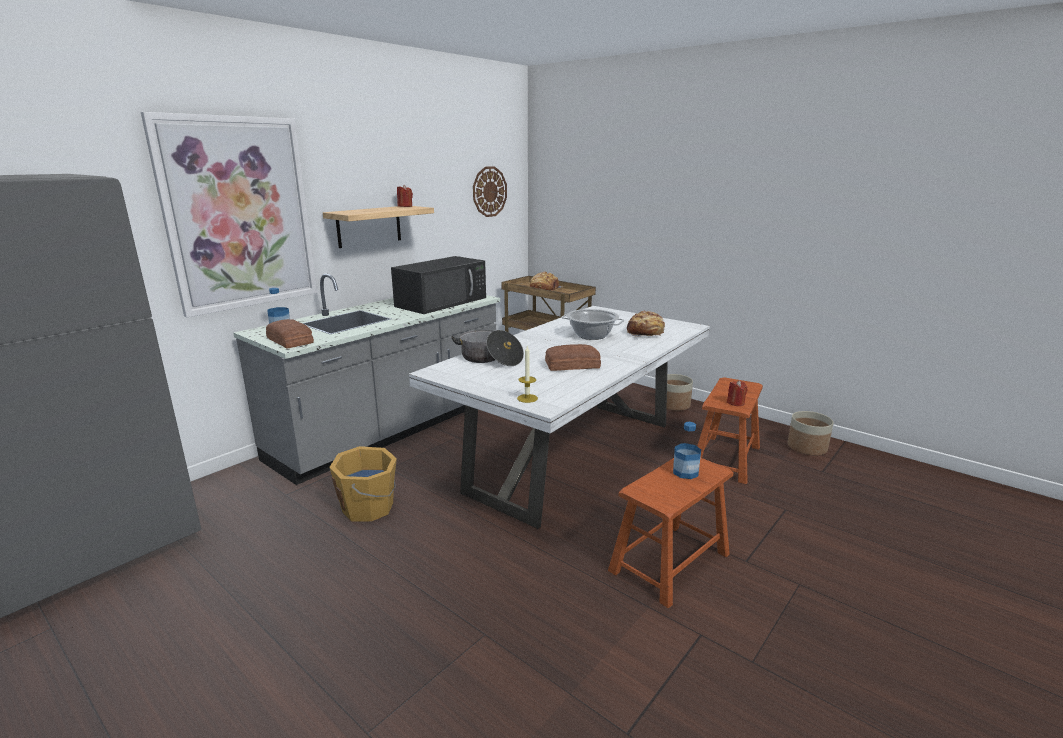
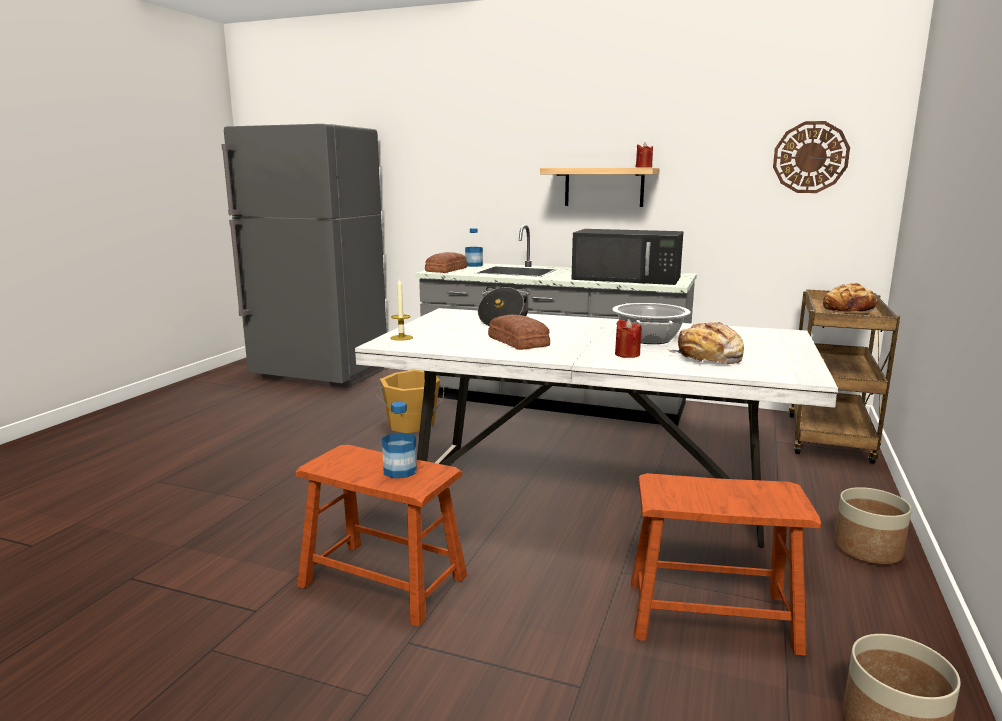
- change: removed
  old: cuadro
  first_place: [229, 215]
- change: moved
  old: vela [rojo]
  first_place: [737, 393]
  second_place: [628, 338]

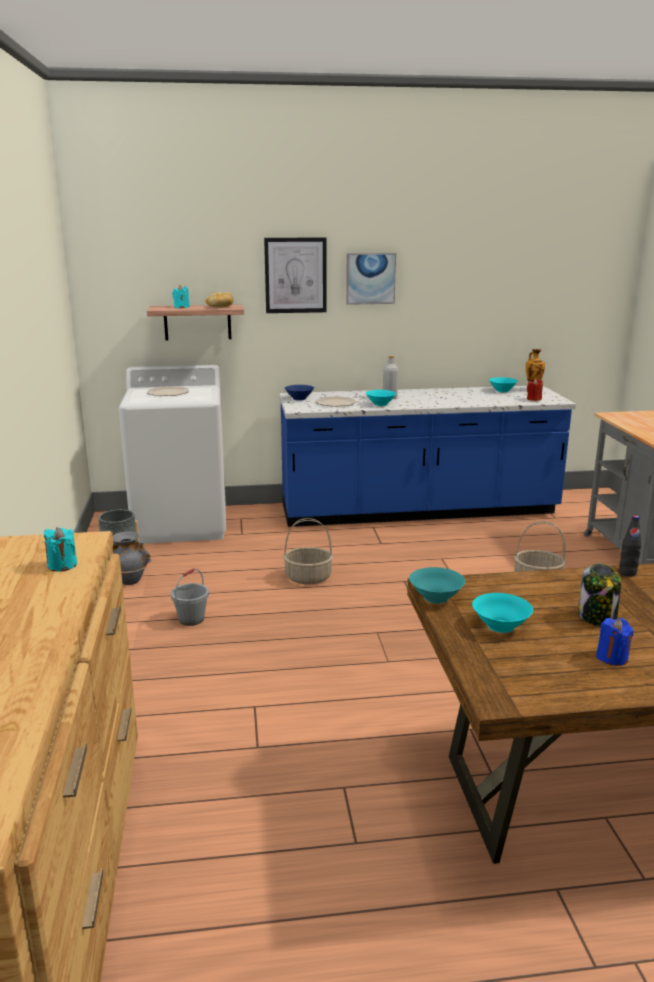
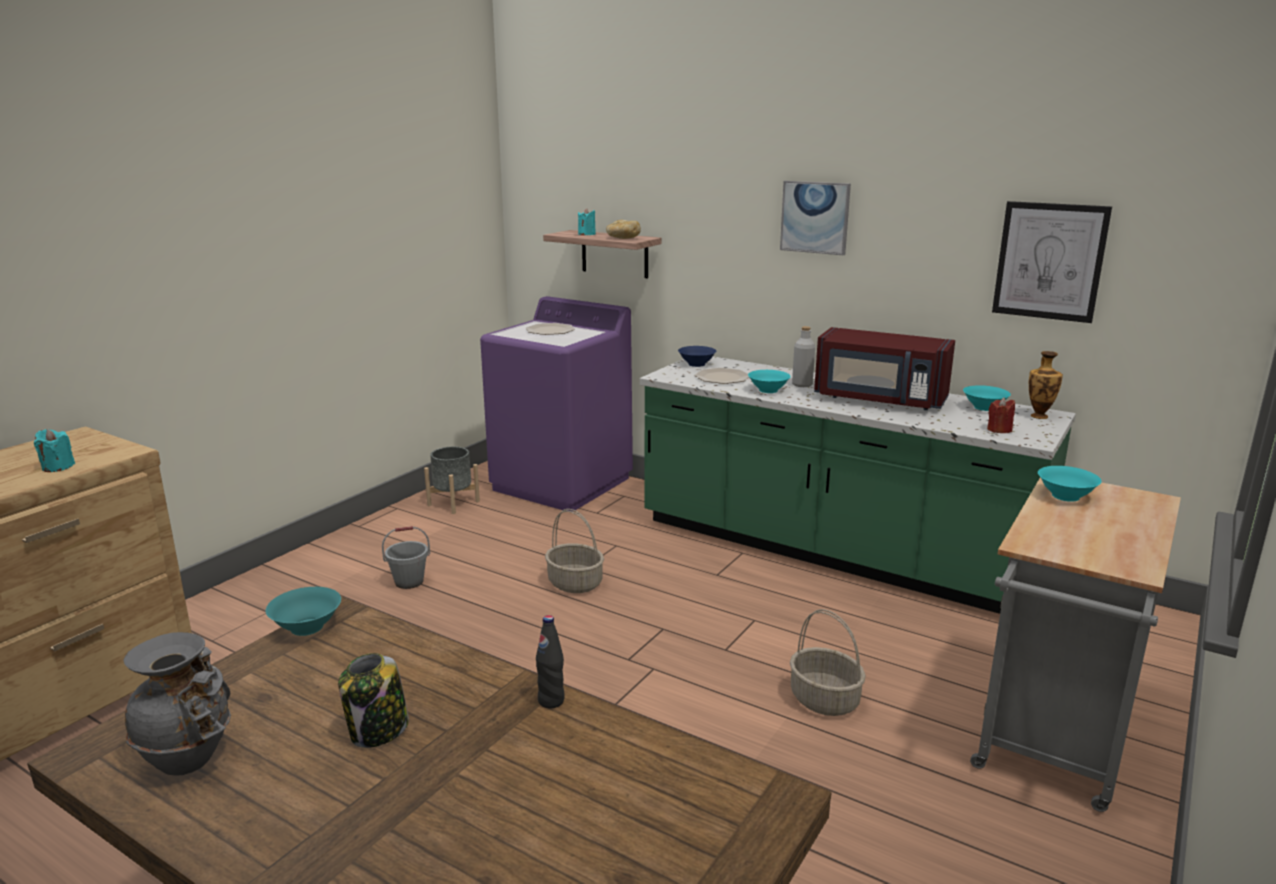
- change: moved
  old: florero [gris]
  first_place: [131, 558]
  second_place: [177, 704]
- change: recoloured
  old: lavadora [blanco]
  new: lavadora [morado]
  first_place: [172, 454]
  second_place: [556, 404]
- change: moved
  old: cuadro
  first_place: [295, 275]
  second_place: [1052, 262]
- change: recoloured
  old: mueble bajo de cocina [azul]
  new: mueble bajo de cocina [verde]
  first_place: [427, 456]
  second_place: [858, 485]
- change: moved
  old: cuenco [turquesa]
  first_place: [502, 613]
  second_place: [1070, 484]
- change: removed
  old: vela [azul]
  first_place: [615, 642]
- change: added
  new: microondas [rojo]
  second_place: [884, 368]

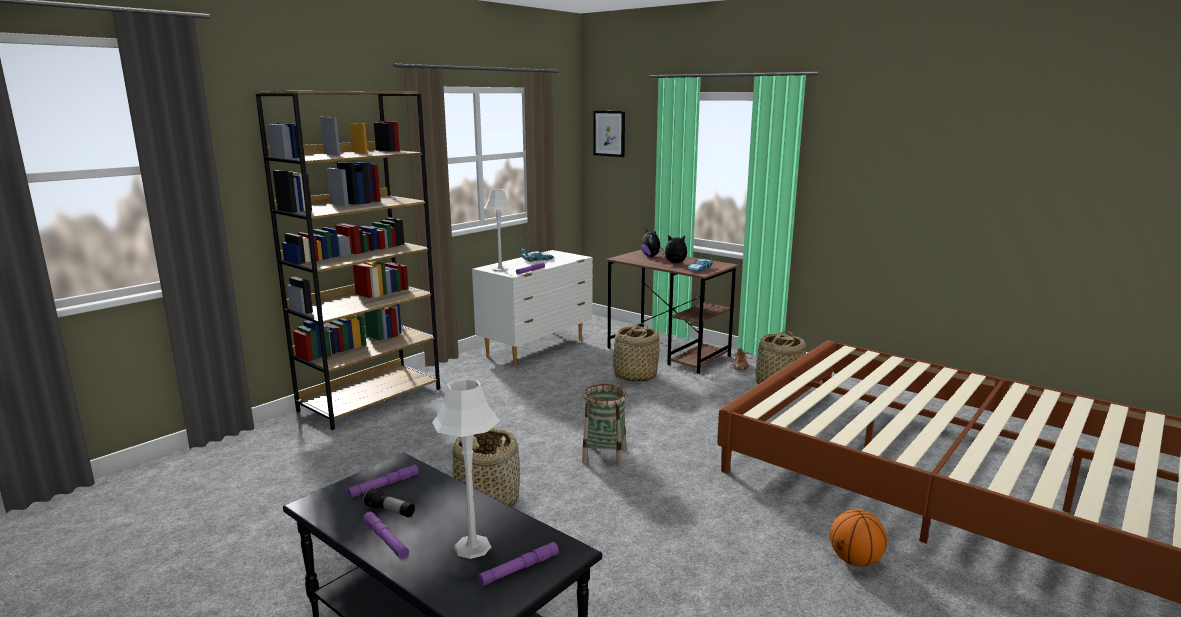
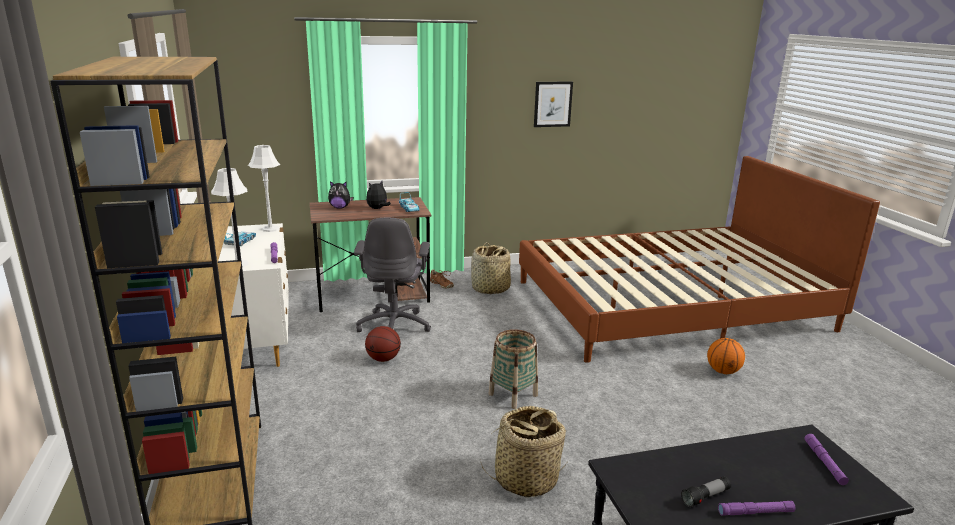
- change: removed
  old: linterna [morado]
  first_place: [383, 481]
- change: moved
  old: lámpara de mesa [gris]
  first_place: [466, 468]
  second_place: [264, 188]
- change: moved
  old: cuadro
  first_place: [609, 134]
  second_place: [553, 104]
- change: replaced
  old: cesta
  new: silla de oficina [gris]
  first_place: [636, 352]
  second_place: [392, 275]
- change: added
  new: balón de baloncesto
  second_place: [383, 344]

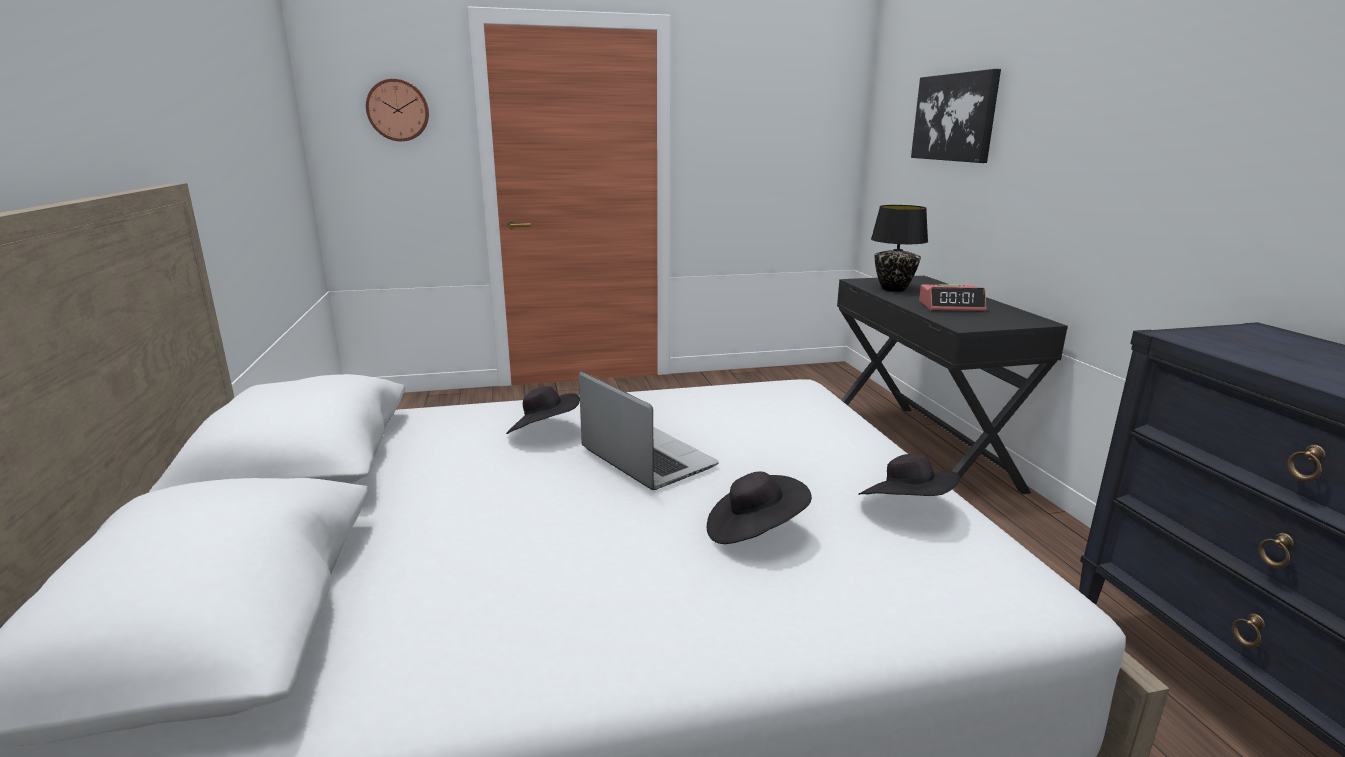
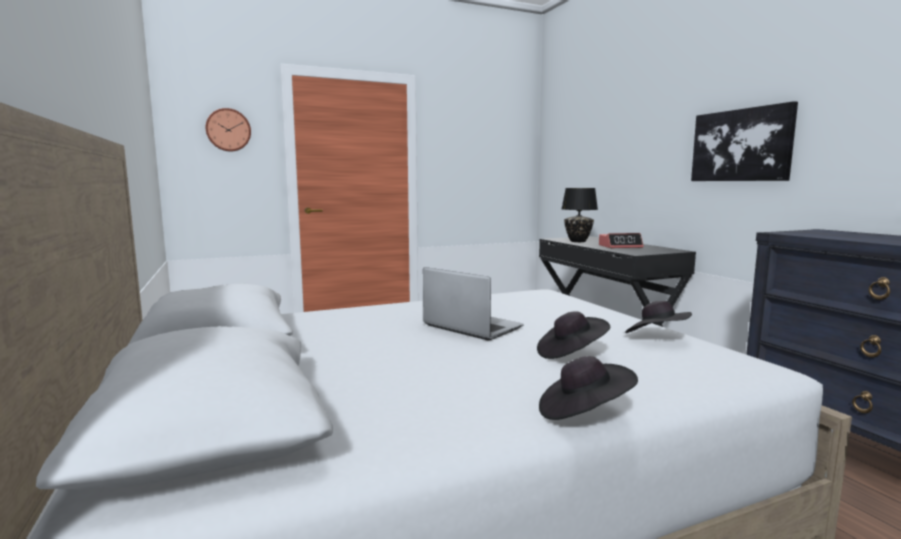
- change: moved
  old: sombrero [negro]
  first_place: [543, 410]
  second_place: [588, 388]
- change: moved
  old: cuadro
  first_place: [956, 116]
  second_place: [744, 141]

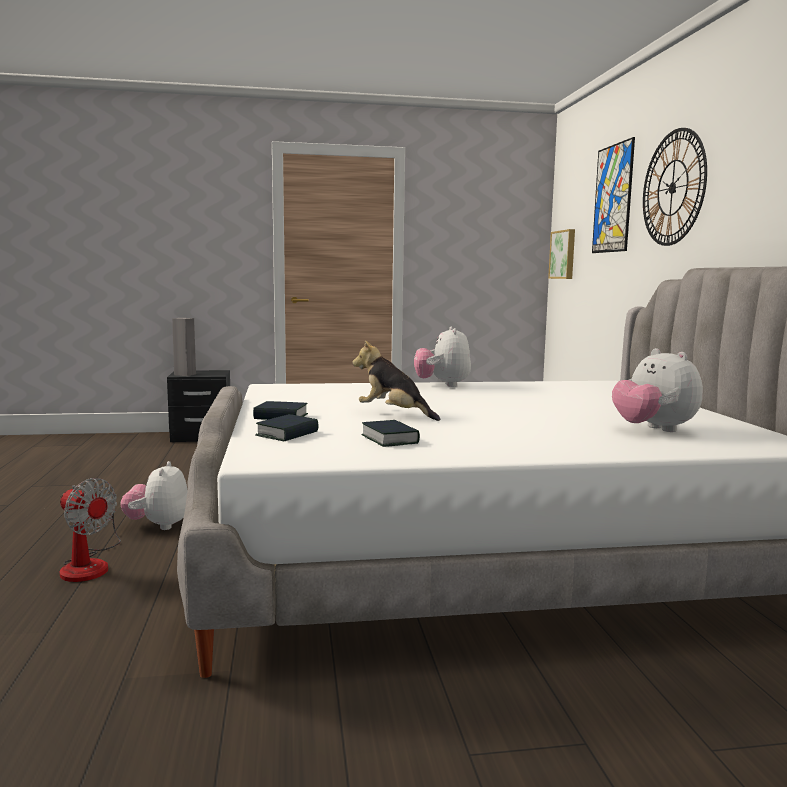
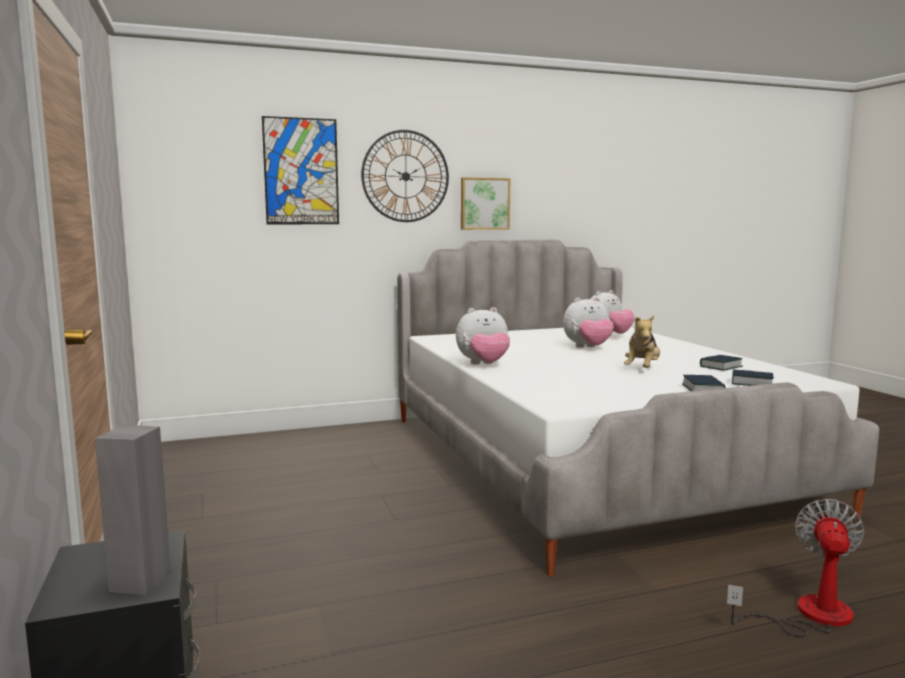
- change: moved
  old: peluche
  first_place: [153, 495]
  second_place: [588, 322]
- change: moved
  old: cuadro
  first_place: [561, 254]
  second_place: [485, 203]

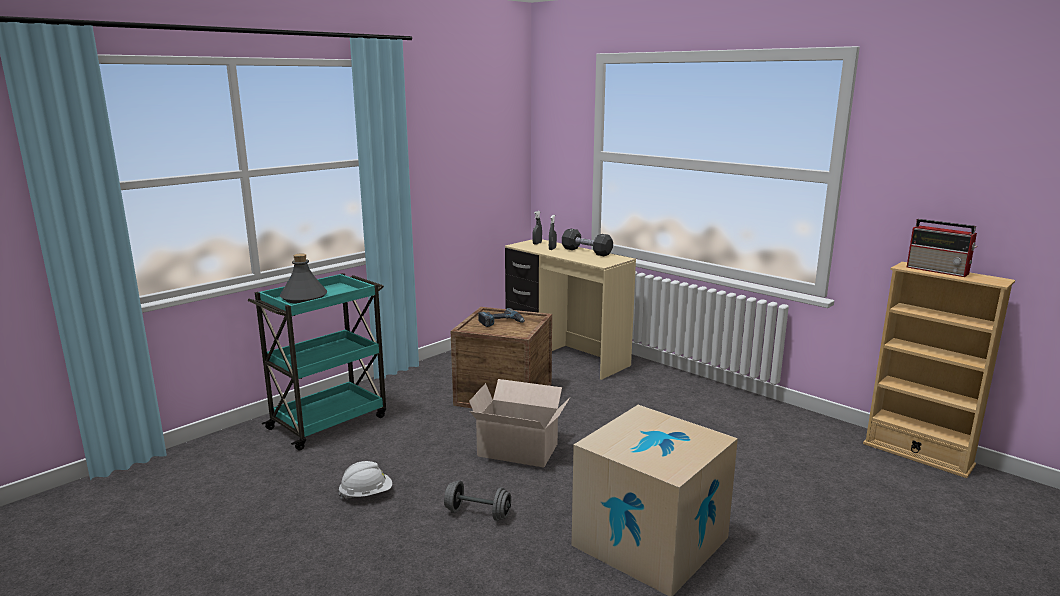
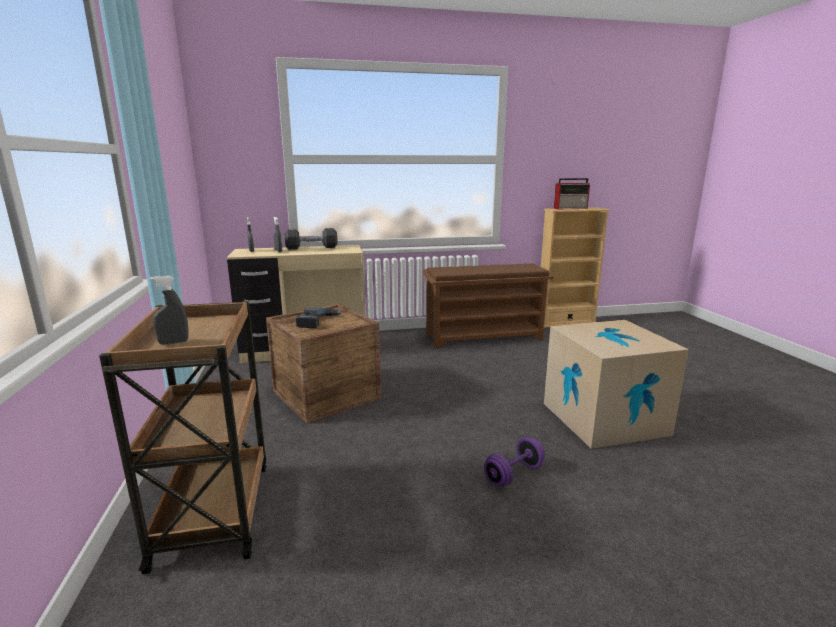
- change: recoloured
  old: carrito [turquesa]
  new: carrito [marrón]
  first_place: [316, 361]
  second_place: [183, 437]
- change: replaced
  old: botella [gris]
  new: pulverizador [gris]
  first_place: [303, 279]
  second_place: [169, 310]
- change: removed
  old: casco [blanco]
  first_place: [365, 480]
- change: recoloured
  old: mancuerna [gris]
  new: mancuerna [morado]
  first_place: [477, 500]
  second_place: [514, 461]
- change: removed
  old: caja de cartón
  first_place: [519, 423]
- change: added
  new: zapatero [marrón]
  second_place: [488, 305]

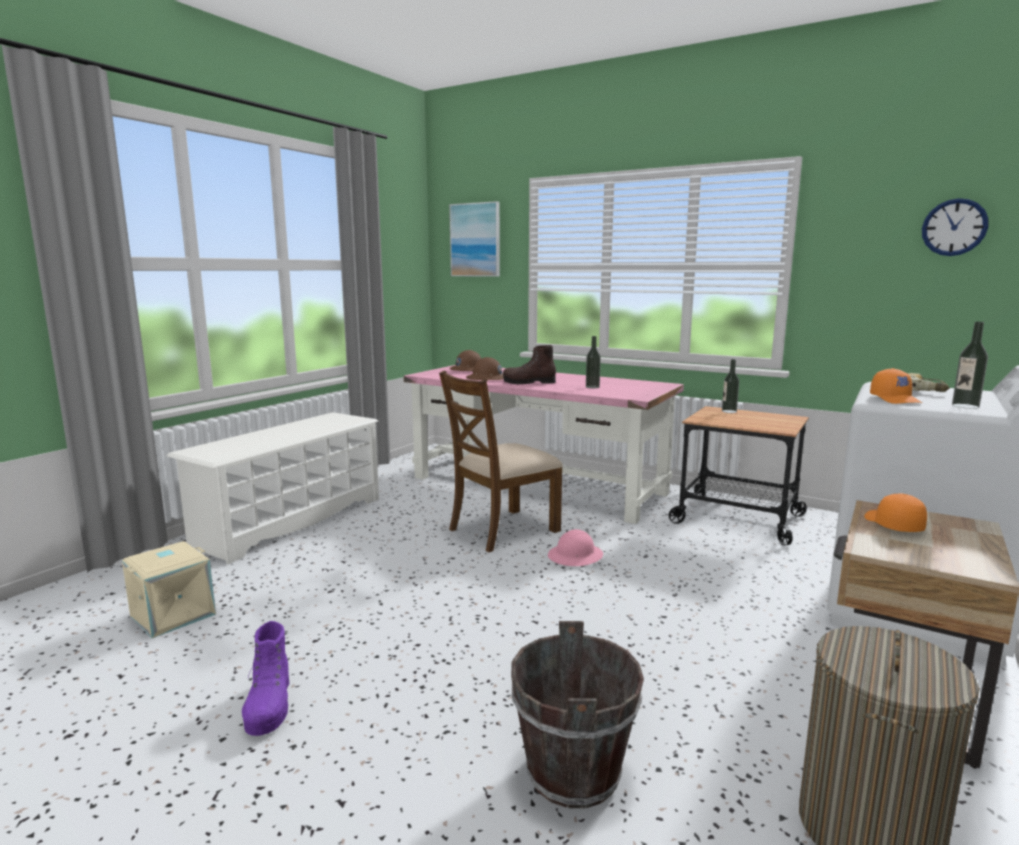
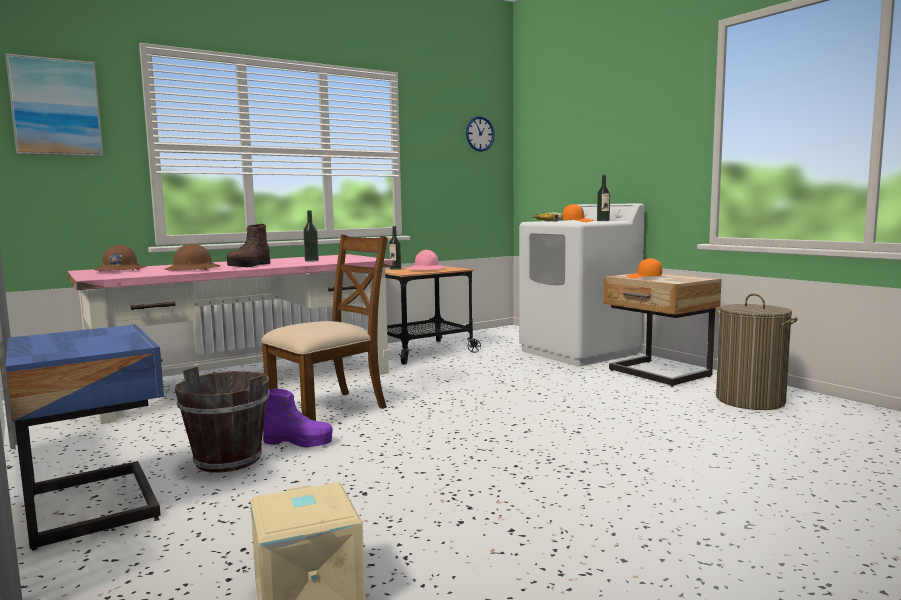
- change: replaced
  old: zapatero [blanco]
  new: mesita de noche [azul]
  first_place: [272, 488]
  second_place: [84, 437]
- change: moved
  old: bota [morado]
  first_place: [266, 678]
  second_place: [298, 418]
- change: turned
  old: silla [marrón]
  first_place: [501, 461]
  second_place: [324, 328]
  degrees: -120
- change: moved
  old: cubo [marrón]
  first_place: [577, 714]
  second_place: [222, 419]
- change: moved
  old: casco [rosa]
  first_place: [575, 547]
  second_place: [427, 260]

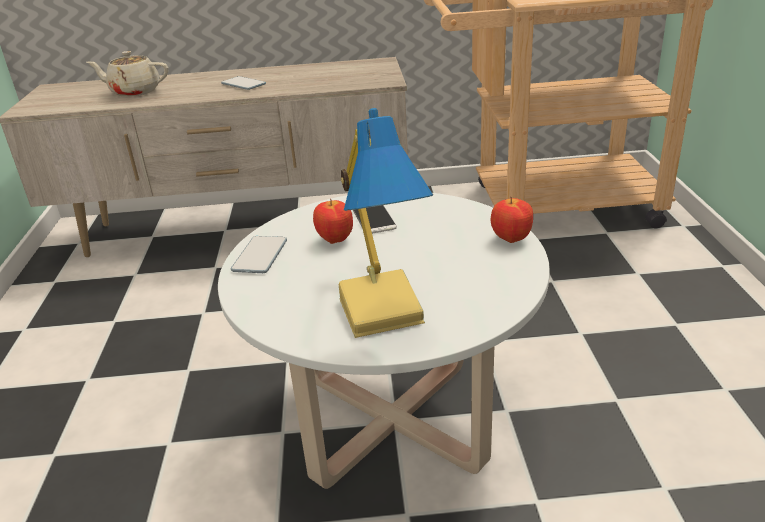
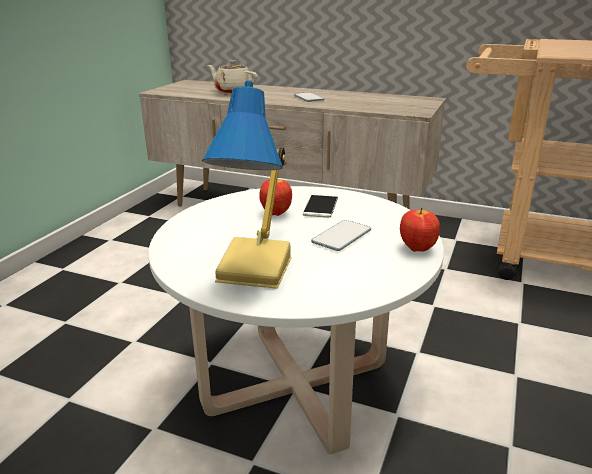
- change: moved
  old: móvil
  first_place: [259, 254]
  second_place: [341, 235]

